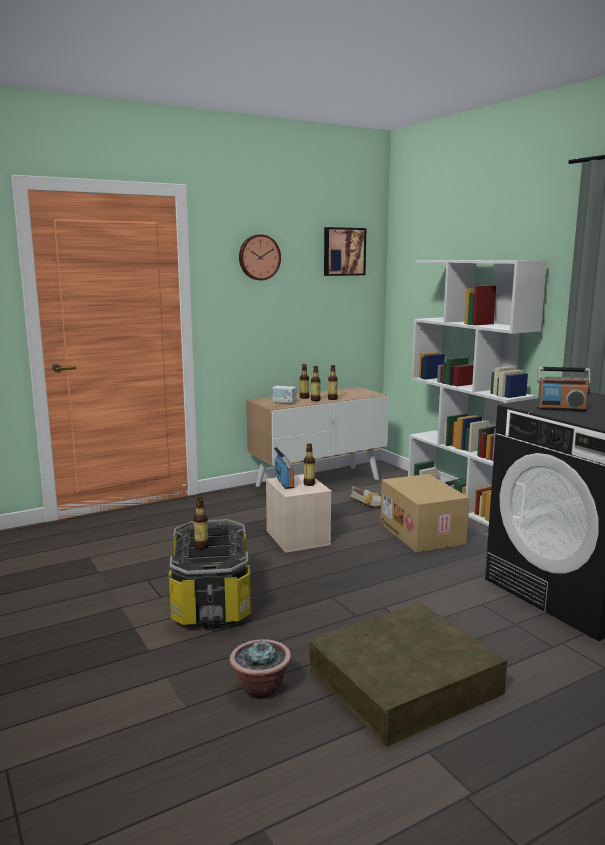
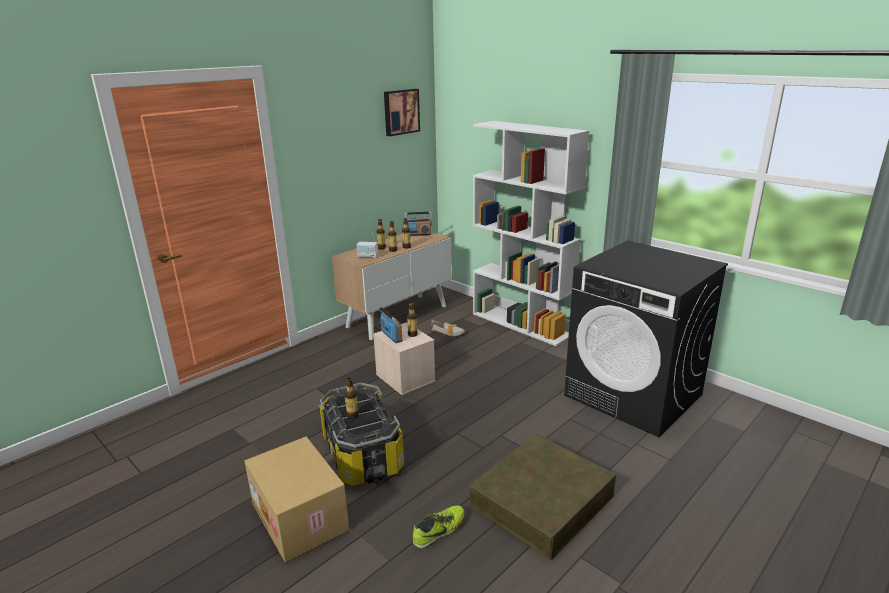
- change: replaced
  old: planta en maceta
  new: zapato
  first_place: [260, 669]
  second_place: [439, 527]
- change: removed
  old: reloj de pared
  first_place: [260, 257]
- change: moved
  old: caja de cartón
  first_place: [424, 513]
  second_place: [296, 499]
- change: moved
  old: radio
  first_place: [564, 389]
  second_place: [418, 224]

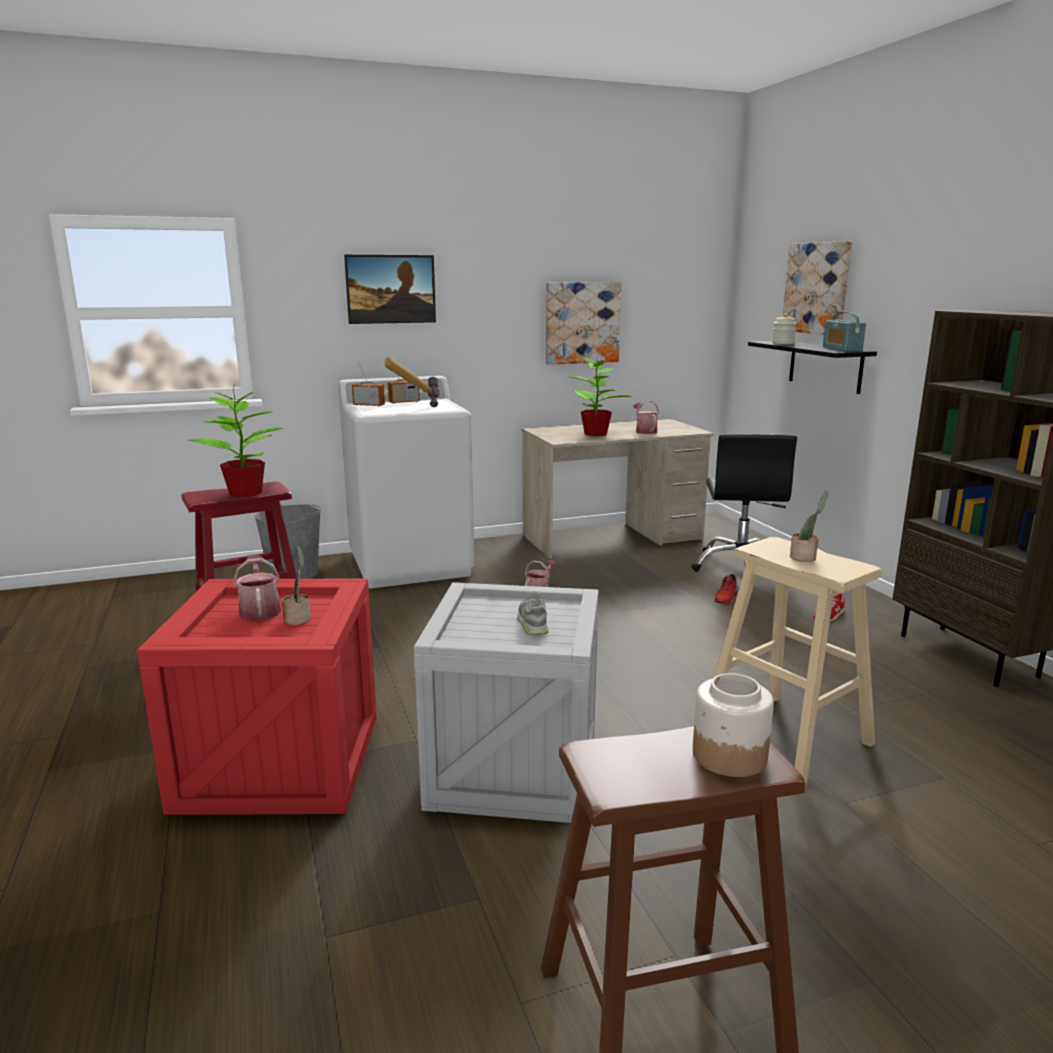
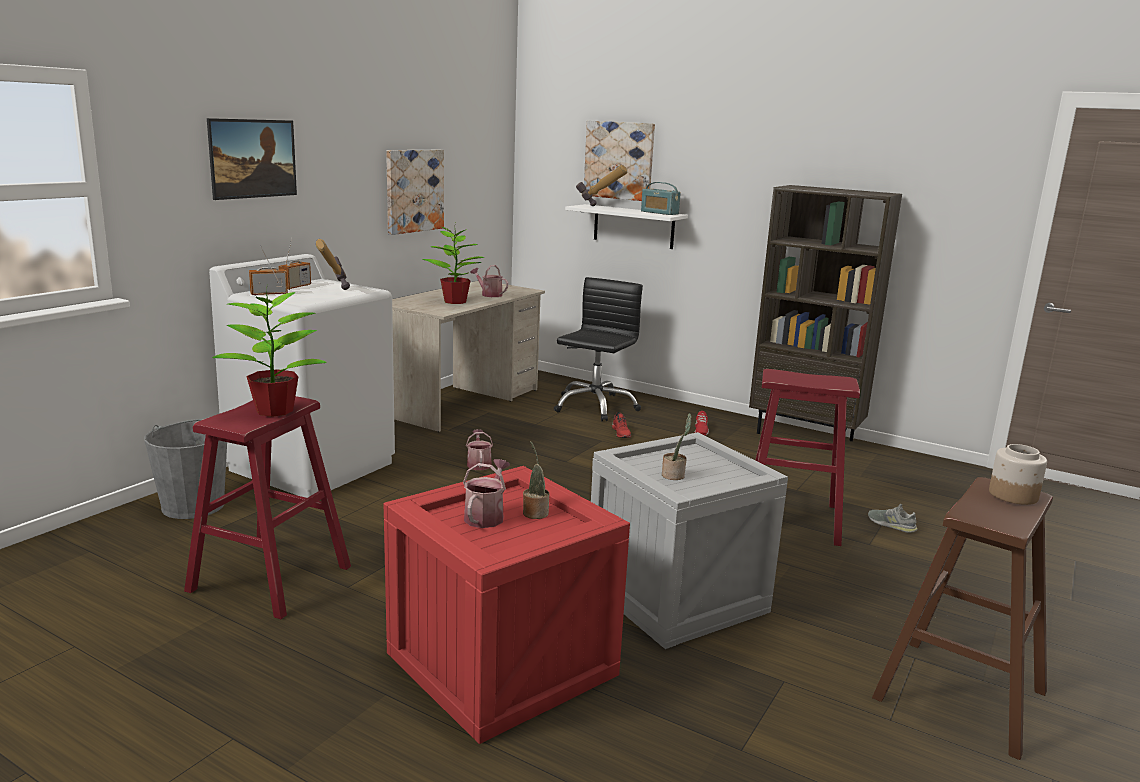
- change: turned
  old: regadera
  first_place: [257, 588]
  second_place: [486, 493]
  degrees: 75
- change: moved
  old: zapato [gris]
  first_place: [532, 613]
  second_place: [893, 518]
- change: turned
  old: silla de oficina [negro]
  first_place: [744, 503]
  second_place: [598, 349]
  degrees: -120
- change: recoloured
  old: taburete [beis]
  new: taburete [rojo]
  first_place: [798, 662]
  second_place: [807, 457]
- change: recoloured
  old: estante [negro]
  new: estante [blanco]
  first_place: [812, 367]
  second_place: [626, 226]
- change: replaced
  old: tarro
  new: martillo
  first_place: [784, 328]
  second_place: [601, 185]
- change: moved
  old: planta en maceta
  first_place: [809, 526]
  second_place: [677, 446]

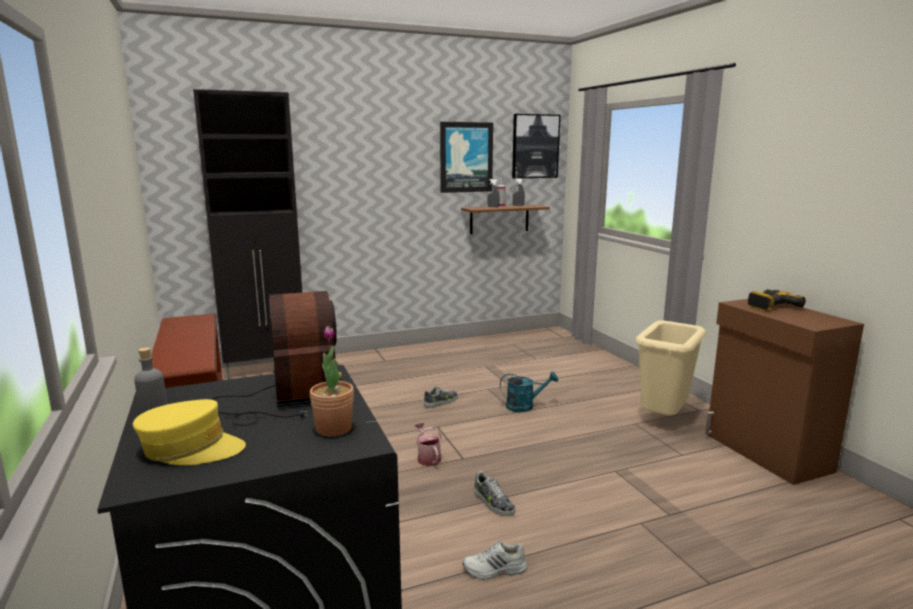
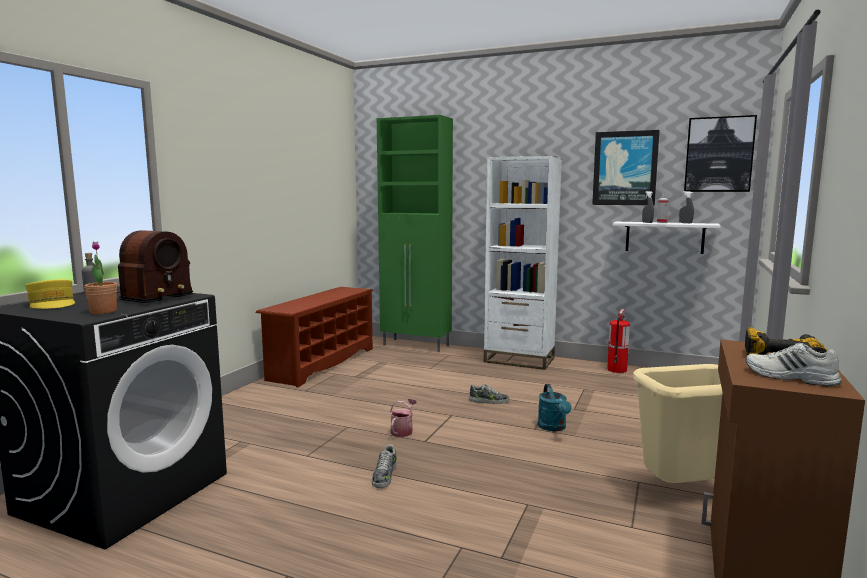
- change: recoloured
  old: armario [negro]
  new: armario [verde]
  first_place: [247, 234]
  second_place: [415, 233]
- change: recoloured
  old: estante [marrón]
  new: estante [blanco]
  first_place: [505, 219]
  second_place: [667, 238]
- change: moved
  old: zapato [blanco]
  first_place: [495, 560]
  second_place: [794, 365]
- change: turned
  old: regadera [turquesa]
  first_place: [529, 392]
  second_place: [555, 407]
  degrees: 45
- change: added
  new: estantería [blanco]
  second_place: [523, 263]
- change: added
  new: extintor
  second_place: [618, 341]

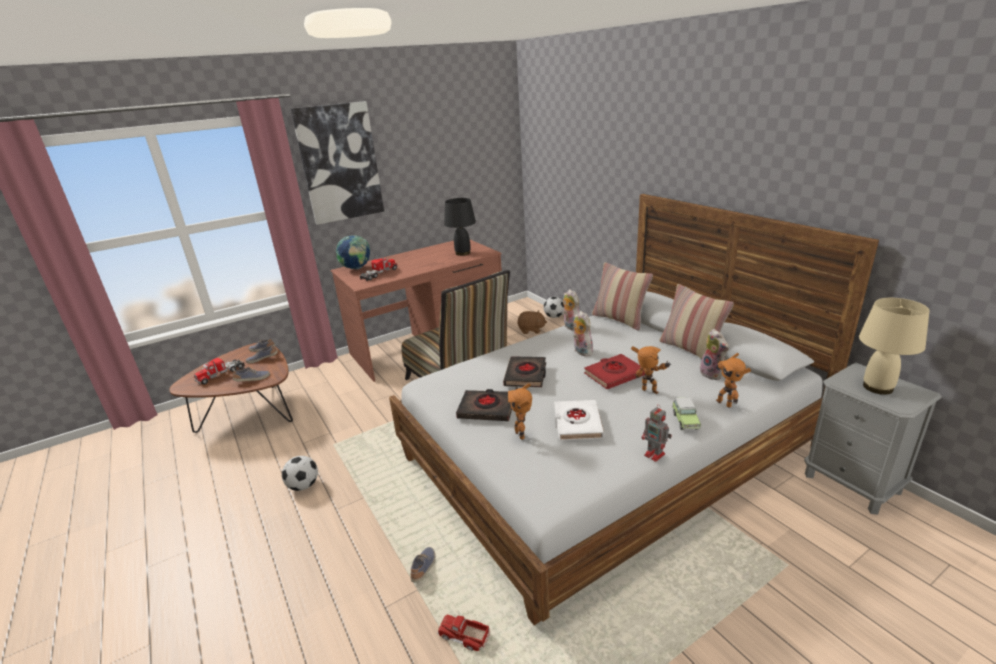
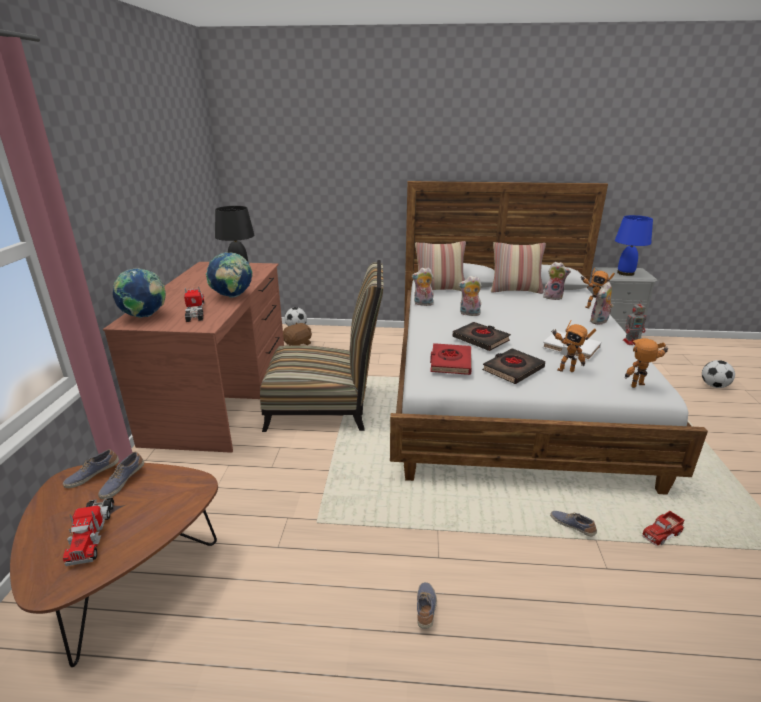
- change: moved
  old: zapato
  first_place: [251, 374]
  second_place: [427, 605]
- change: moved
  old: balón de fútbol
  first_place: [300, 473]
  second_place: [718, 374]
- change: removed
  old: cuadro
  first_place: [337, 163]
- change: moved
  old: libro [rojo]
  first_place: [614, 371]
  second_place: [451, 359]
- change: moved
  old: robot de juguete
  first_place: [651, 370]
  second_place: [646, 363]
- change: replaced
  old: coche de juguete
  new: peluche
  first_place: [686, 413]
  second_place: [602, 303]
- change: recoloured
  old: lámpara de mesa [beis]
  new: lámpara de mesa [azul]
  first_place: [894, 346]
  second_place: [634, 245]
- change: added
  new: globo terráqueo
  second_place: [229, 275]

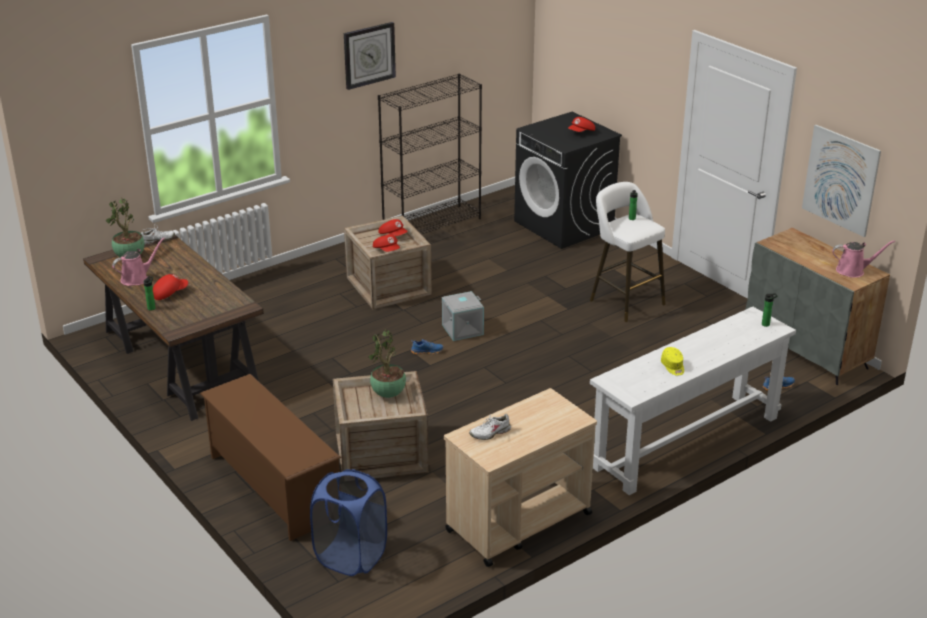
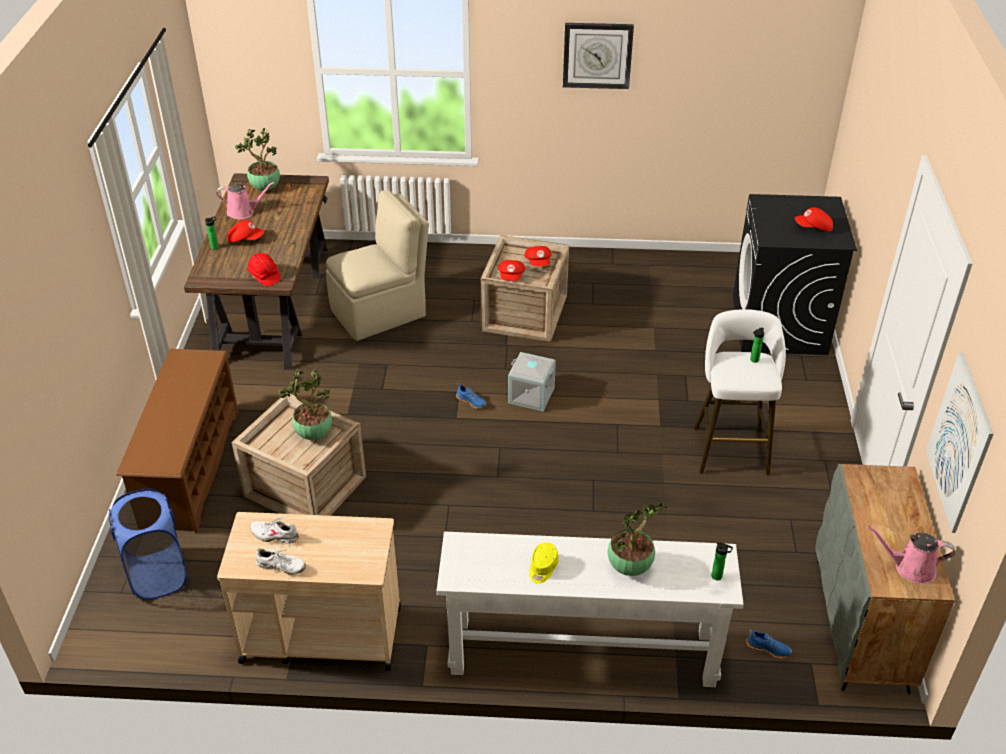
- change: moved
  old: zapato [blanco]
  first_place: [158, 234]
  second_place: [281, 558]
- change: removed
  old: estantería [negro]
  first_place: [430, 153]
- change: turned
  old: regadera [rosa]
  first_place: [863, 259]
  second_place: [911, 555]
  degrees: 150
- change: added
  new: casco [rojo]
  second_place: [264, 269]
- change: added
  new: silla [beis]
  second_place: [377, 265]
- change: added
  new: planta en maceta
  second_place: [637, 539]

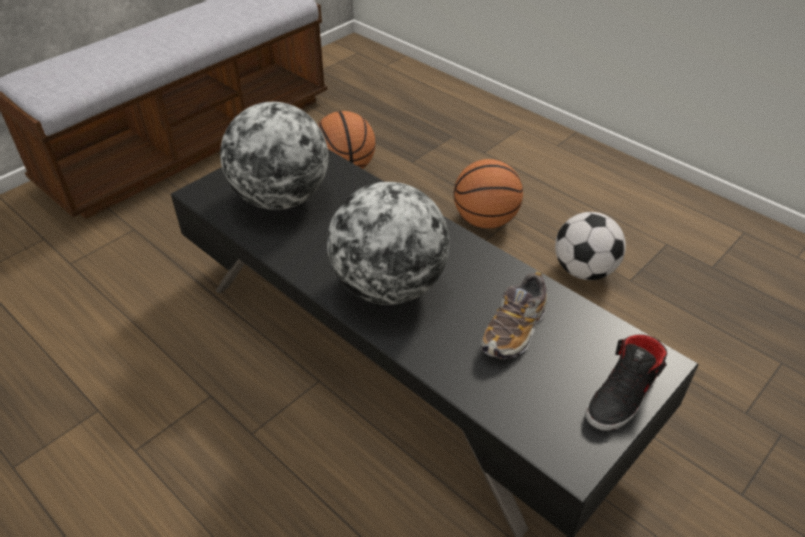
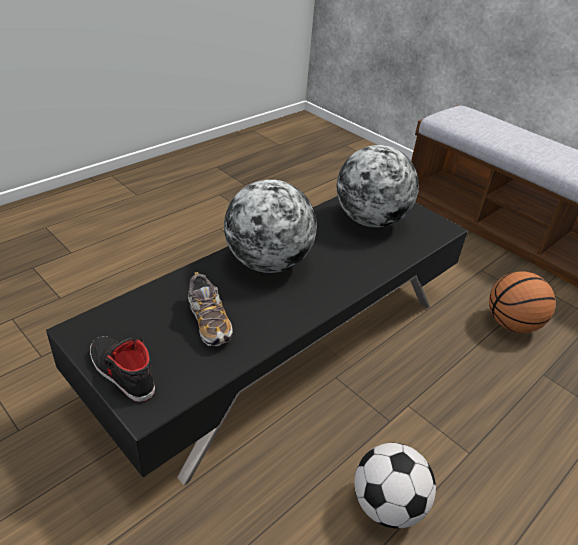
- change: removed
  old: balón de baloncesto
  first_place: [488, 194]
- change: turned
  old: zapato
  first_place: [514, 315]
  second_place: [210, 309]
  degrees: -150

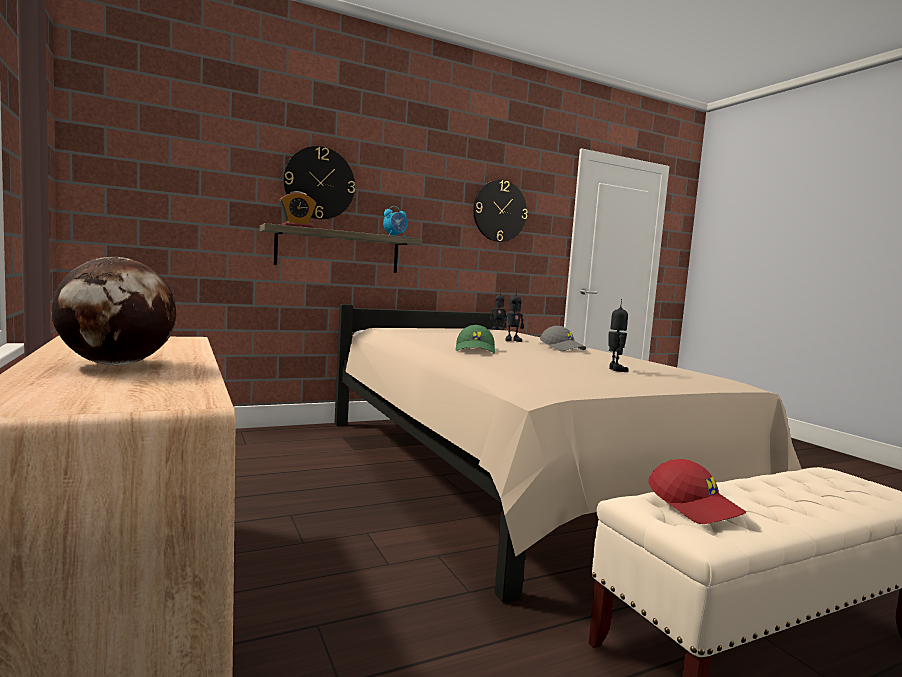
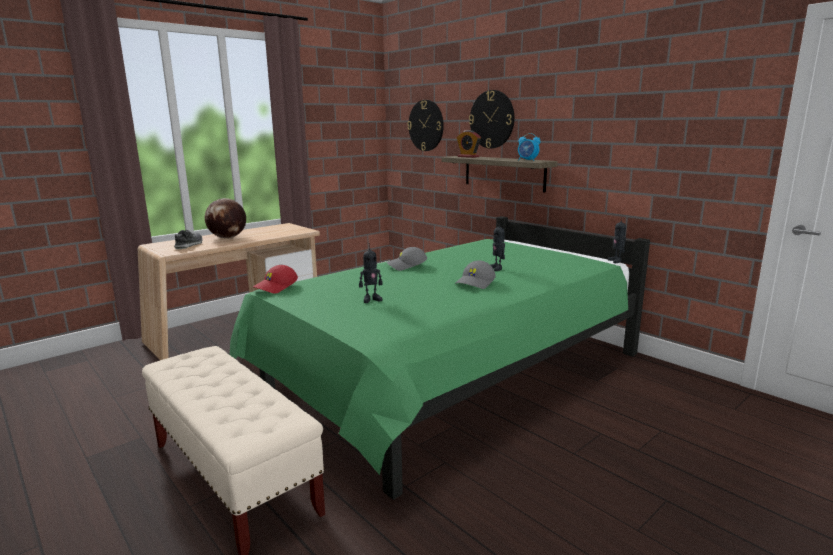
- change: recoloured
  old: cama [beis]
  new: cama [verde]
  first_place: [568, 453]
  second_place: [440, 358]
- change: recoloured
  old: gorra [verde]
  new: gorra [gris]
  first_place: [475, 339]
  second_place: [407, 259]
- change: moved
  old: reloj de pared
  first_place: [500, 211]
  second_place: [425, 125]
- change: moved
  old: gorra [rojo]
  first_place: [697, 491]
  second_place: [275, 279]
- change: added
  new: zapato
  second_place: [188, 239]

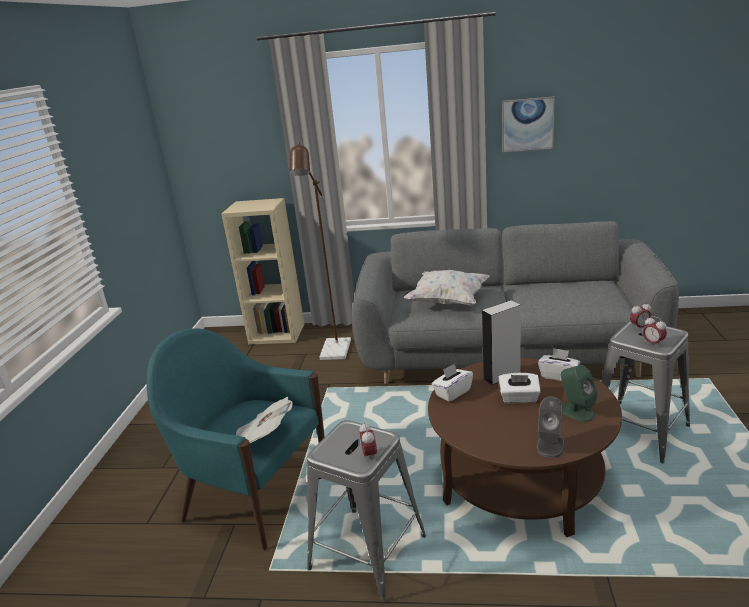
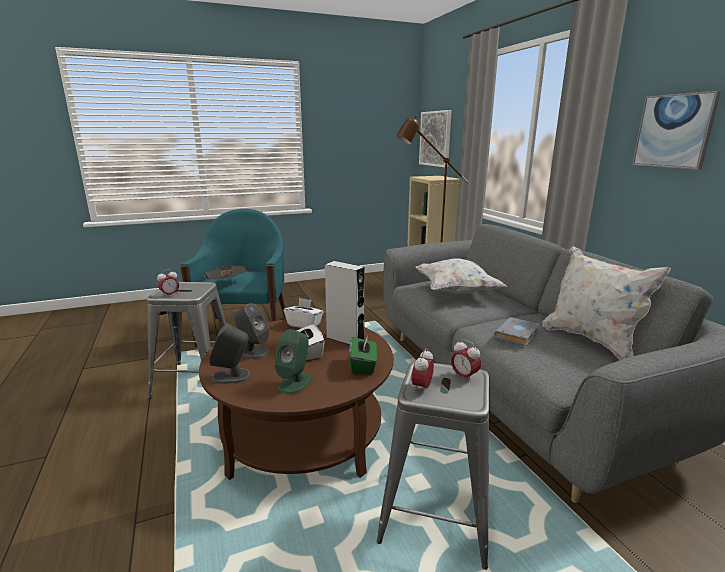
- change: recoloured
  old: caja de pañuelos [blanco]
  new: caja de pañuelos [verde]
  first_place: [559, 364]
  second_place: [363, 354]
- change: added
  new: altavoz [gris]
  second_place: [252, 331]
- change: added
  new: cuadro
  second_place: [435, 139]
- change: added
  new: libro [gris]
  second_place: [517, 331]
- change: added
  new: cojín [blanco]
  second_place: [606, 303]

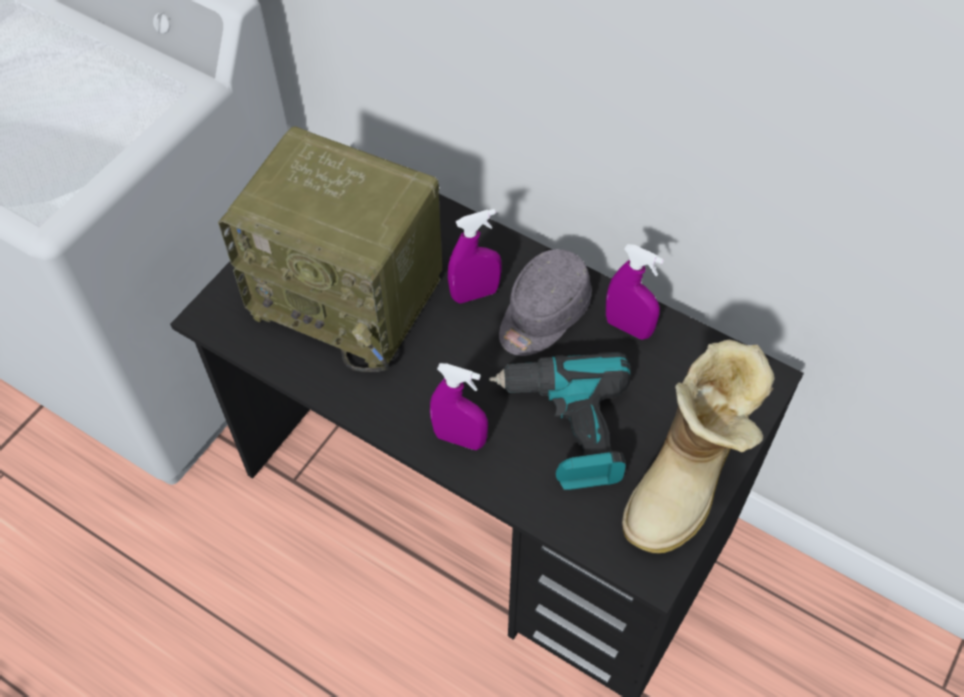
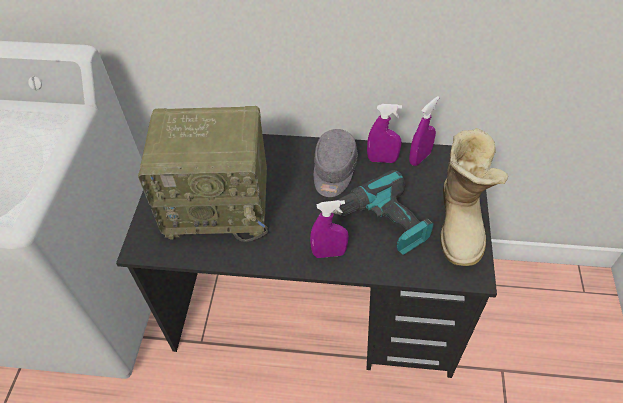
- change: moved
  old: pulverizador [morado]
  first_place: [475, 256]
  second_place: [424, 131]

